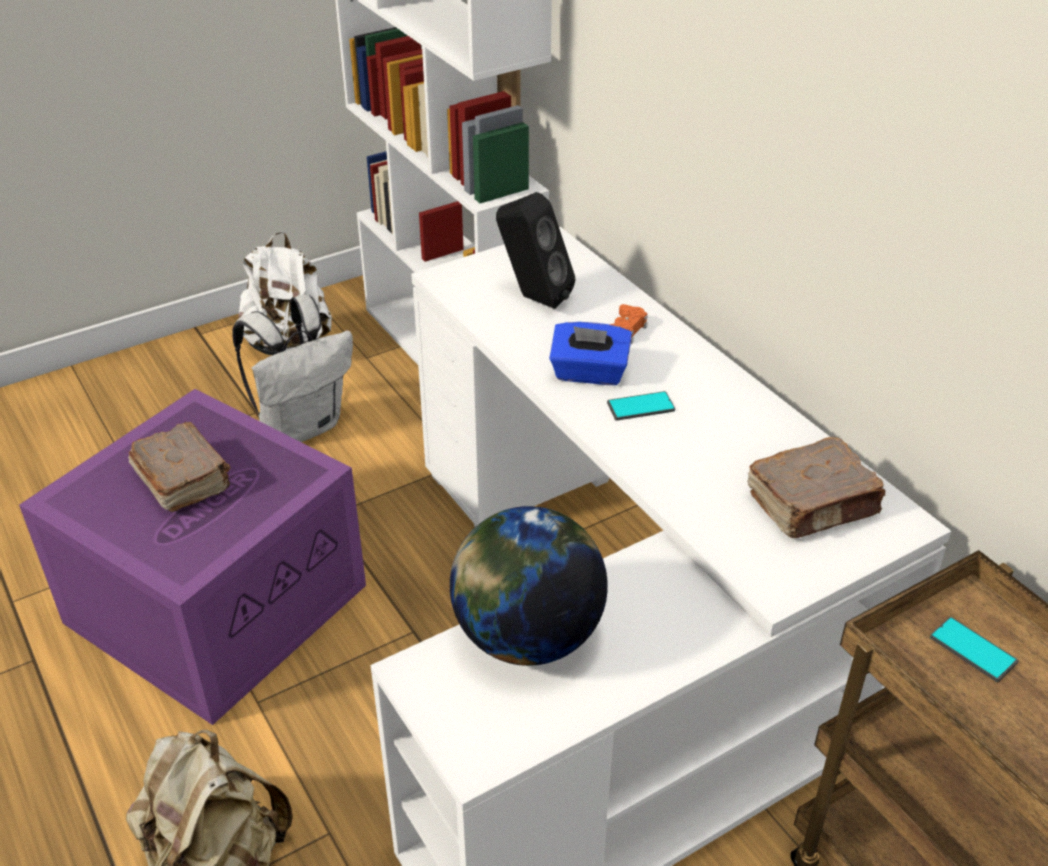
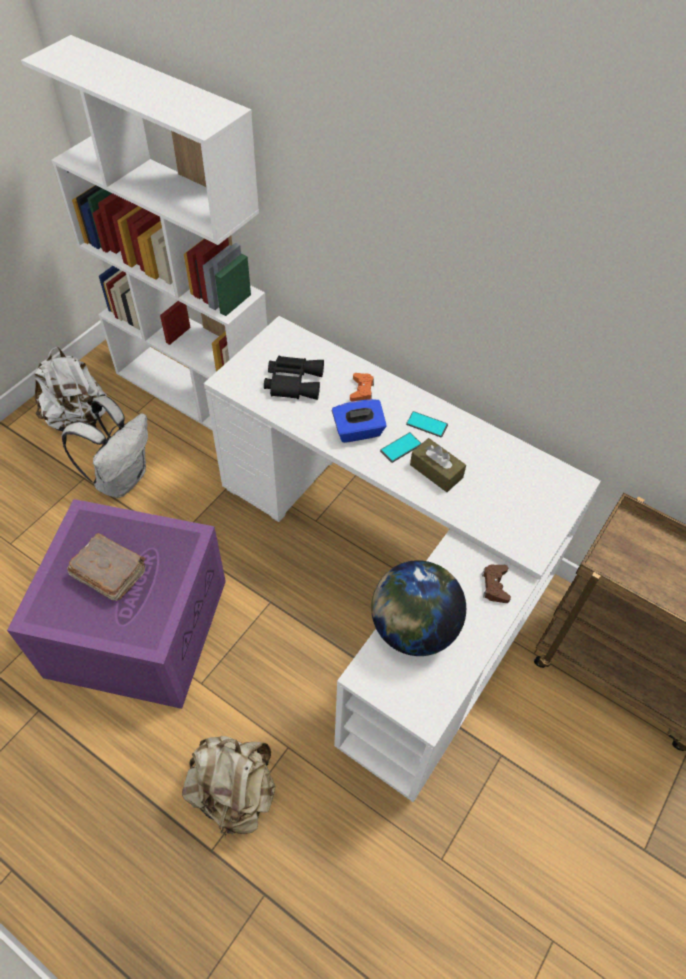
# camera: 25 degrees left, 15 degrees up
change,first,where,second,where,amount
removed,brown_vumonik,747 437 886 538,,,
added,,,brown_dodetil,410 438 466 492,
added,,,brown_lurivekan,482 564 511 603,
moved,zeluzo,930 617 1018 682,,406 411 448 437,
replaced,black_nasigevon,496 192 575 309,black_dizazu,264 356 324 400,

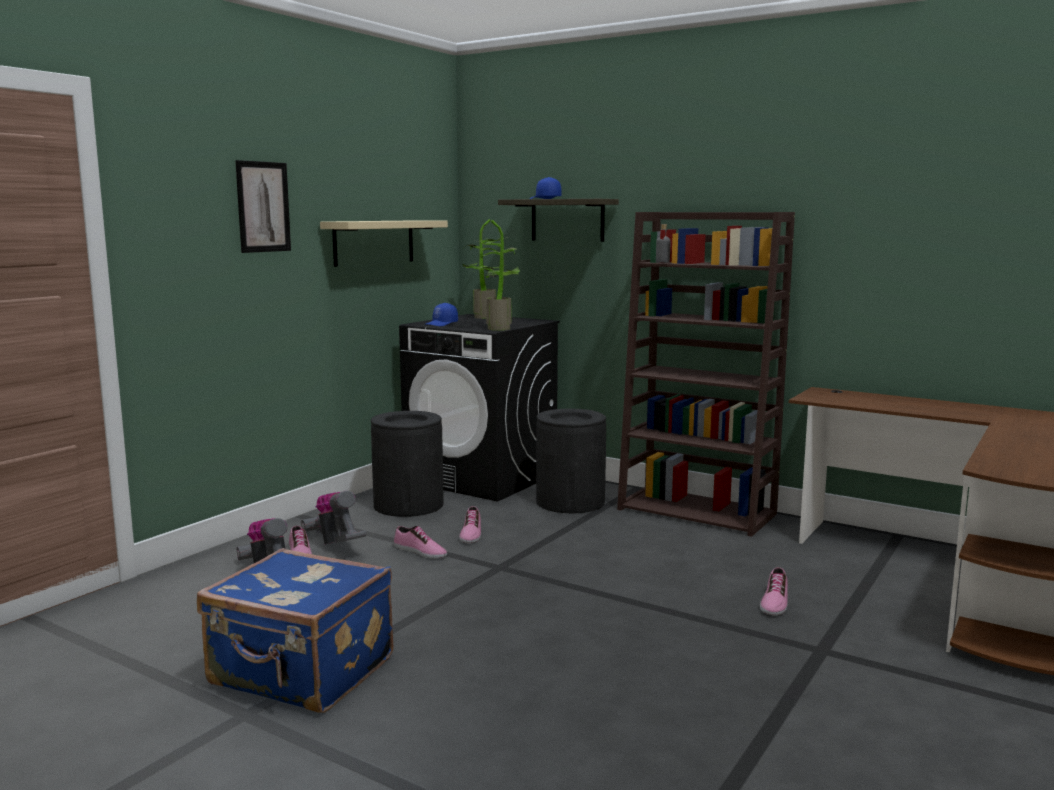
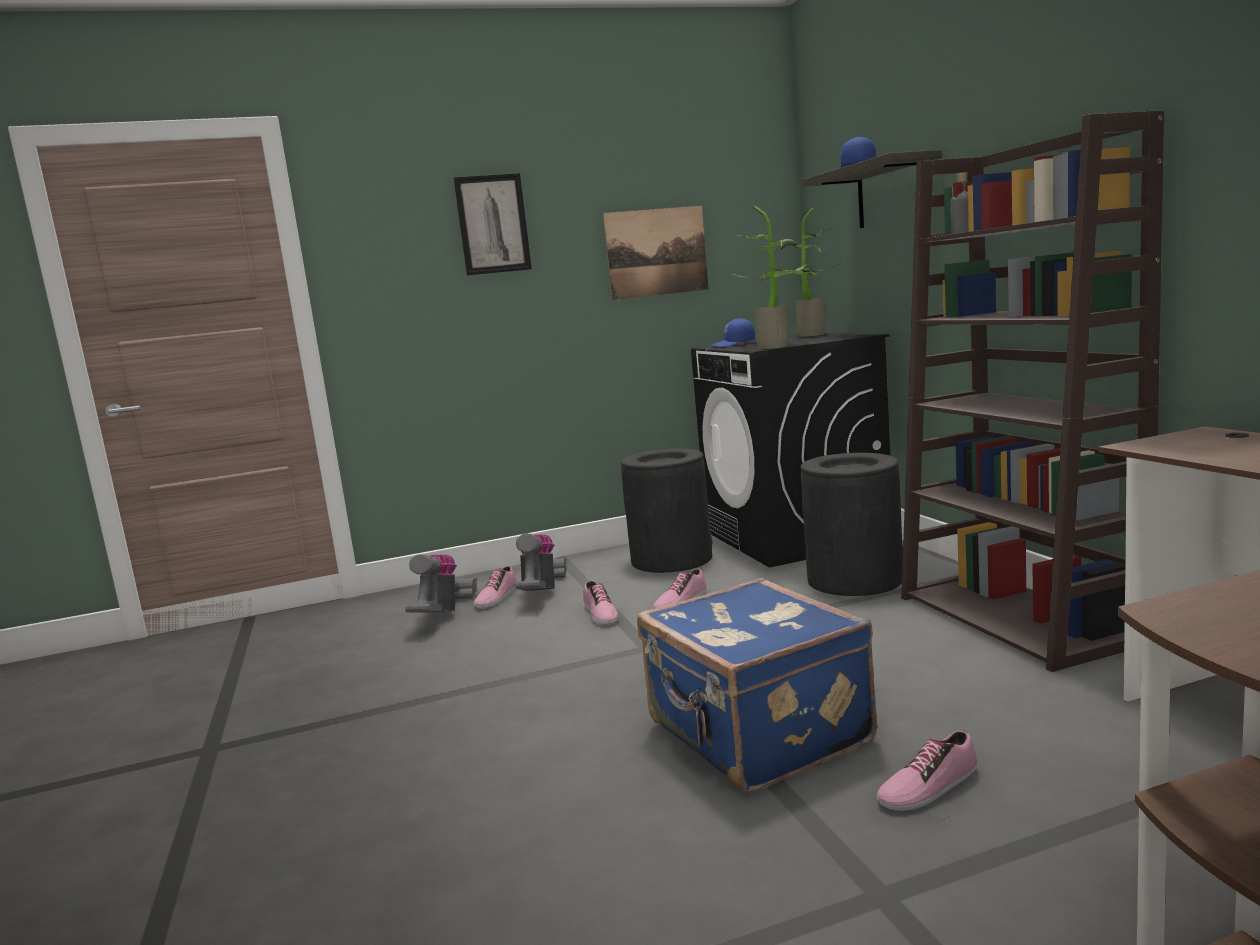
# camera: 40 degrees right, 0 degrees up
change,first,where,second,where,amount
moved,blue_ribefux,197 548 393 713,,637 578 877 792,
replaced,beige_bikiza,320 220 448 267,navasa,603 206 709 300,

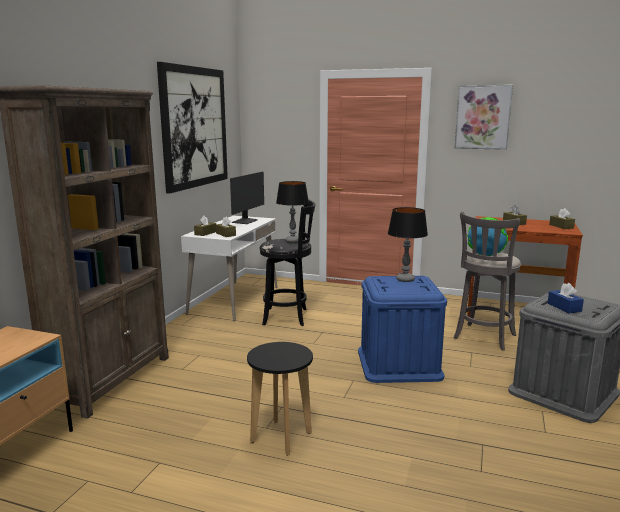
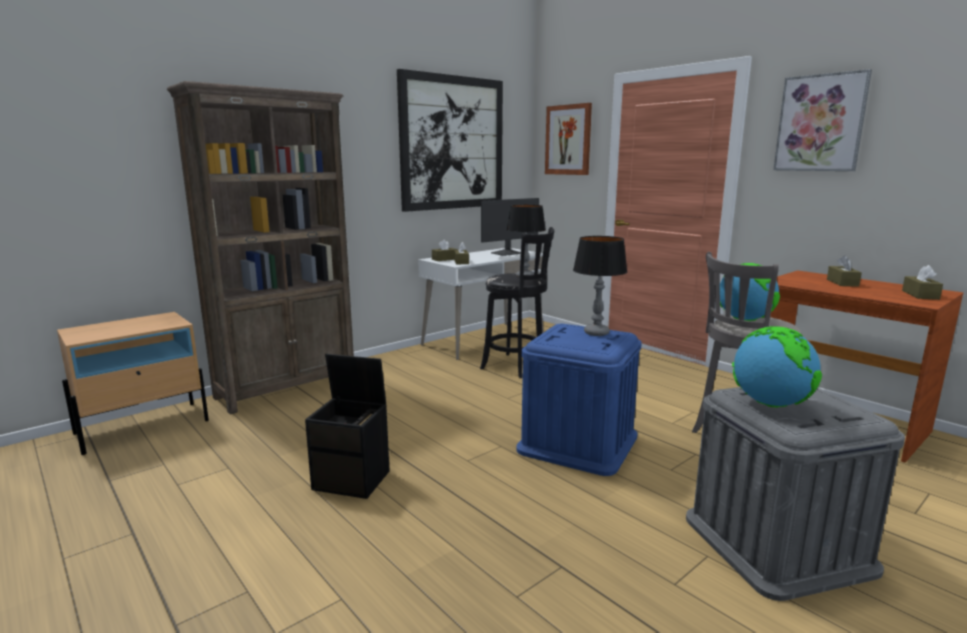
# camera: 30 degrees right, 0 degrees up
change,first,where,second,where,amount
added,,,navasa,545 103 592 175,
replaced,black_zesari,247 342 313 456,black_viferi,305 354 390 499,
replaced,blue_dodetil,548 283 584 313,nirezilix,732 326 822 408,

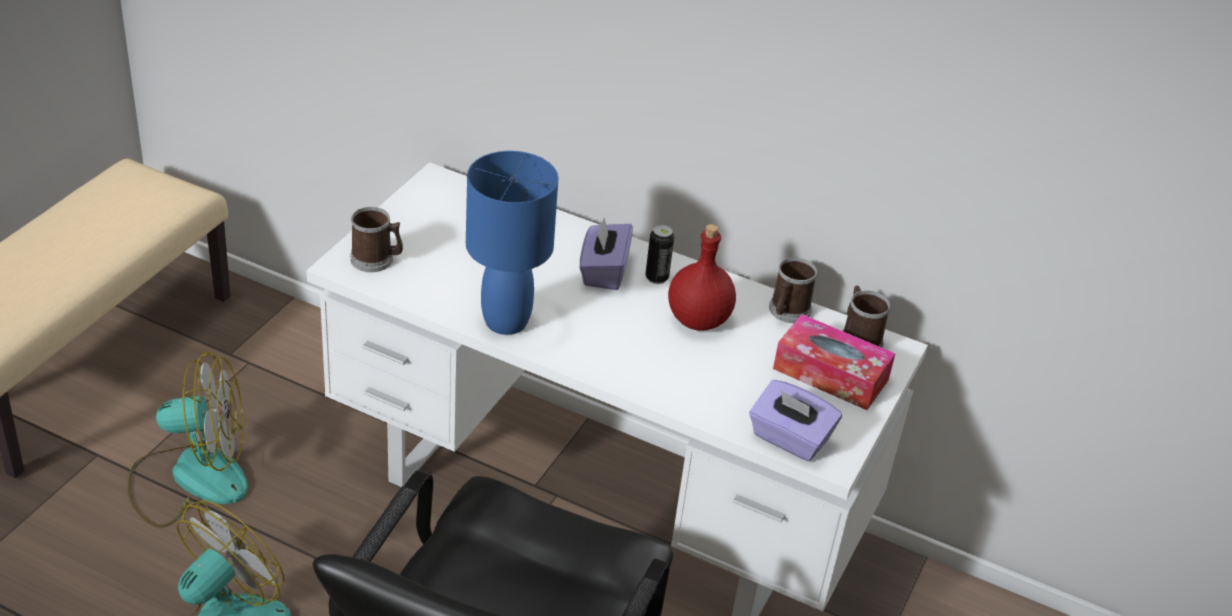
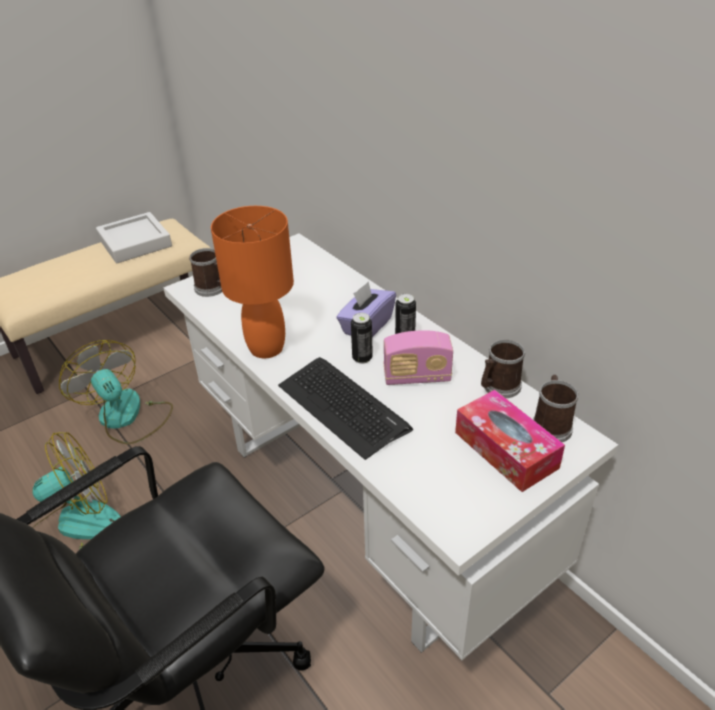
# camera: 30 degrees right, 0 degrees up
change,first,where,second,where,amount
removed,purple_dodetil,749 380 842 461,,,
added,,,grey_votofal,96 212 172 263,
added,,,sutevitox,278 357 413 460,
added,,,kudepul,351 313 373 364,
replaced,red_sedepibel,668 224 736 331,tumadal,383 330 453 385,
recoloured,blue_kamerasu,466 151 559 335,orange_kamerasu,211 206 294 358,
turned,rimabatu,128 352 248 528,,59 340 173 444,150 degrees counterclockwise

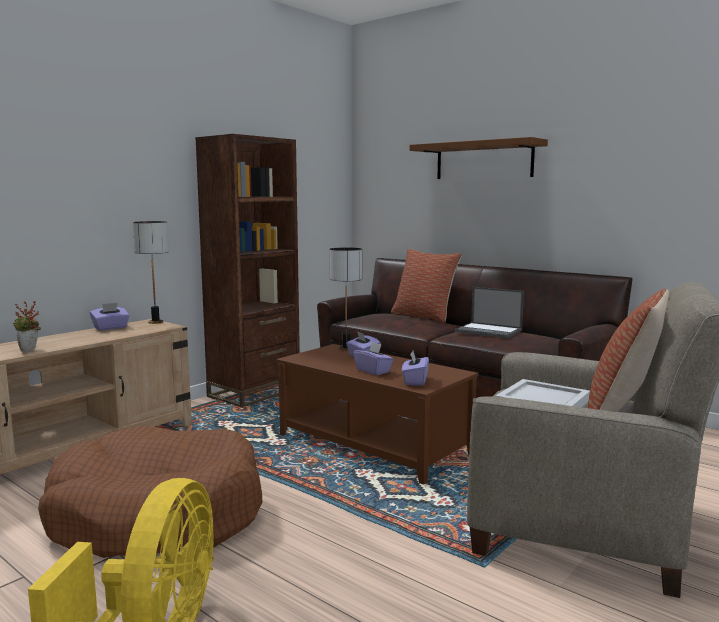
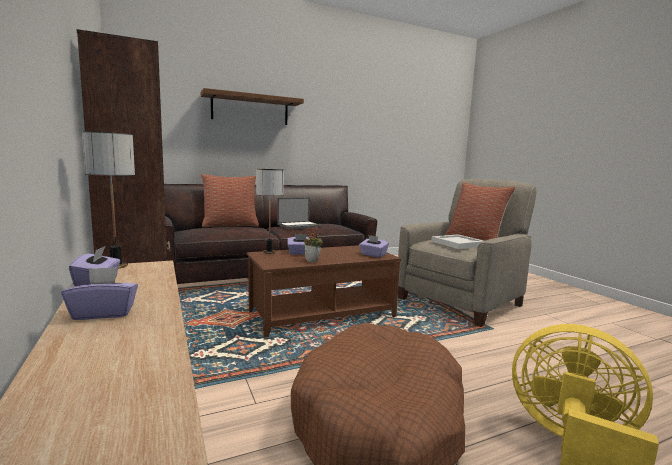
# camera: 65 degrees left, 0 degrees up
change,first,where,second,where,amount
moved,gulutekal,13 301 41 352,,304 224 323 263,
moved,purple_dodetil,353 342 394 375,,61 267 138 320,

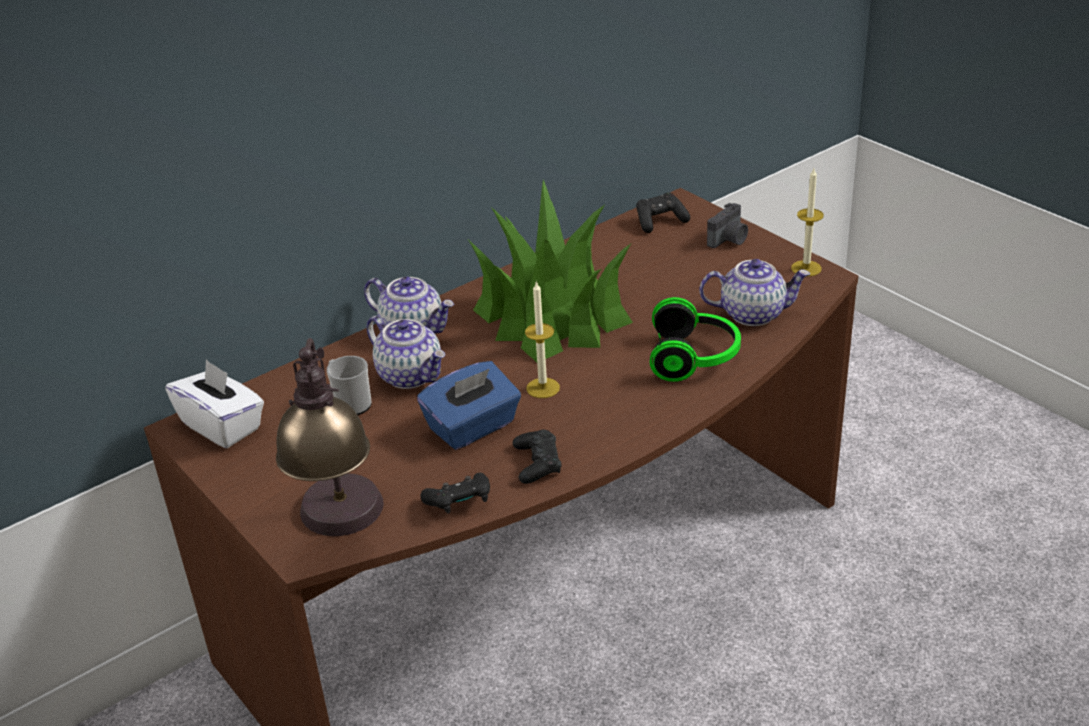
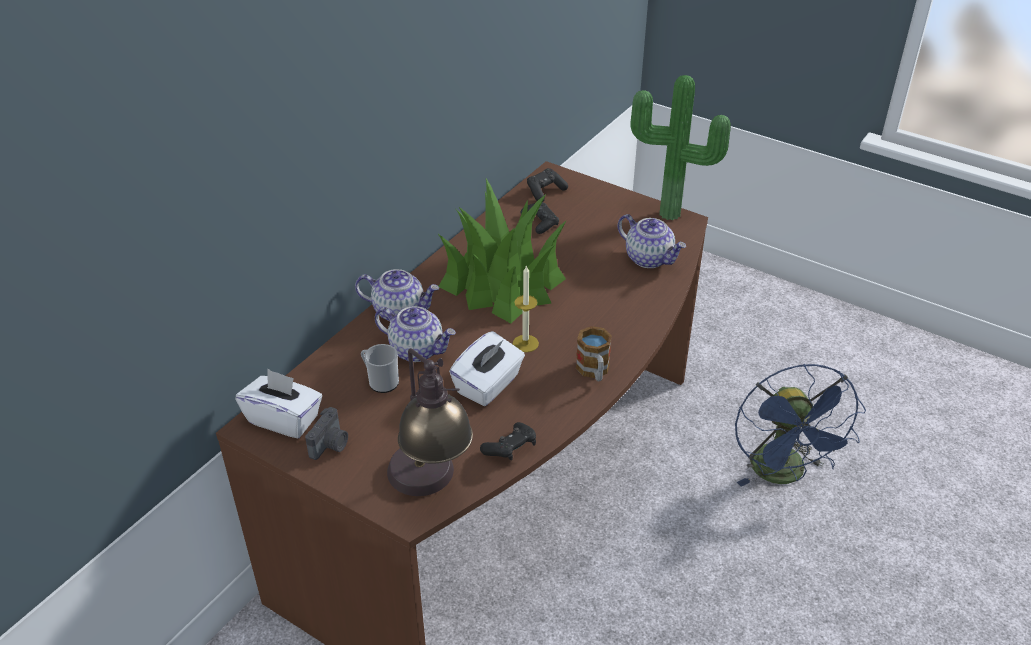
# camera: 20 degrees left, 5 degrees up
change,first,where,second,where,amount
removed,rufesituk,650 297 741 382,,,
added,,,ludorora,576 326 612 381,
added,,,blue_rimabatu,735 364 866 486,
moved,black_lurivekan,513 429 562 484,,520 202 559 234,
moved,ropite,707 203 748 248,,305 407 348 460,
replaced,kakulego,791 168 824 277,gulutekal,630 75 731 220,
recoloured,blue_dodetil,417 361 521 450,white_dodetil,449 331 525 406,
turned,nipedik,699 259 810 326,,618 214 686 268,60 degrees clockwise

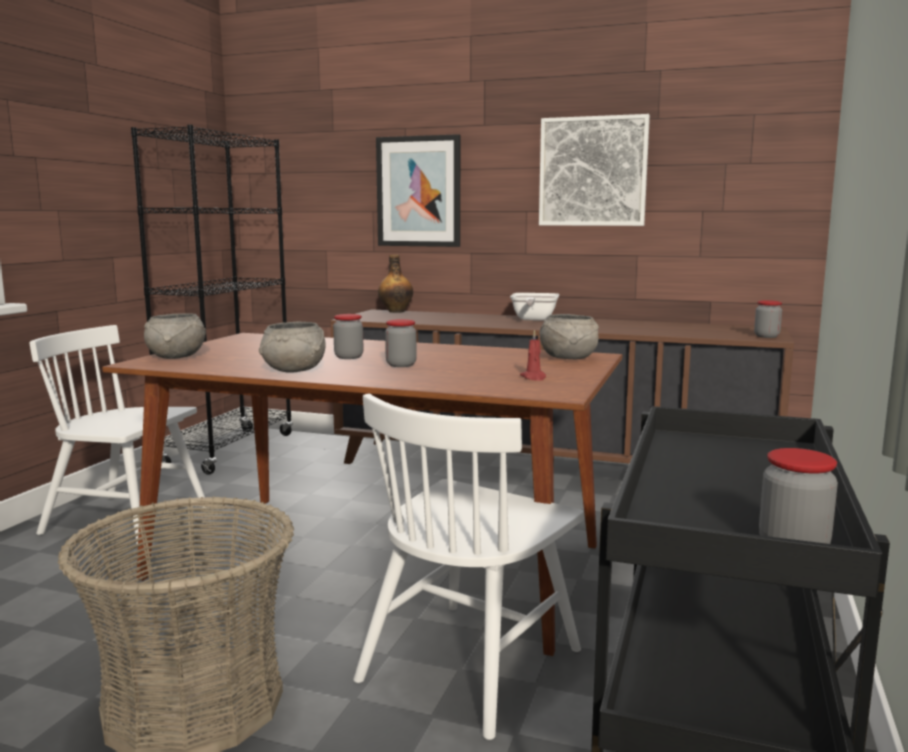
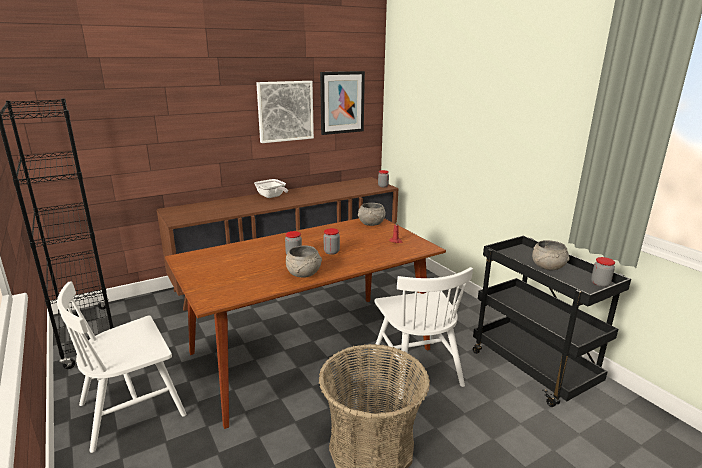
# camera: 50 degrees left, 10 degrees up
change,first,where,second,where,amount
removed,sedepibel,378 255 413 313,,,
moved,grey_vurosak,144 313 206 359,,532 240 570 270,
moved,navasa,376 134 460 247,,320 71 365 135,

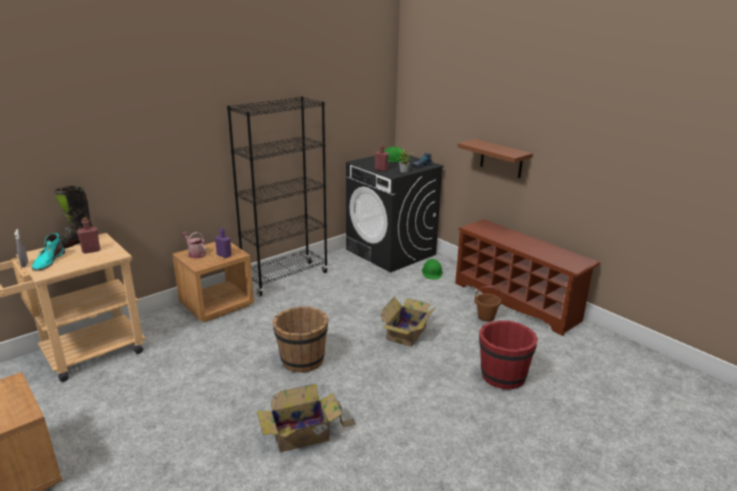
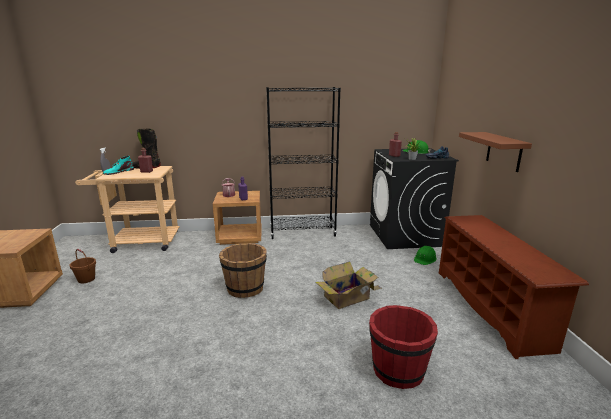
# camera: 35 degrees right, 5 degrees down
change,first,where,second,where,amount
removed,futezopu,257 384 356 452,,,
moved,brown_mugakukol,474 286 502 322,,70 249 96 283,

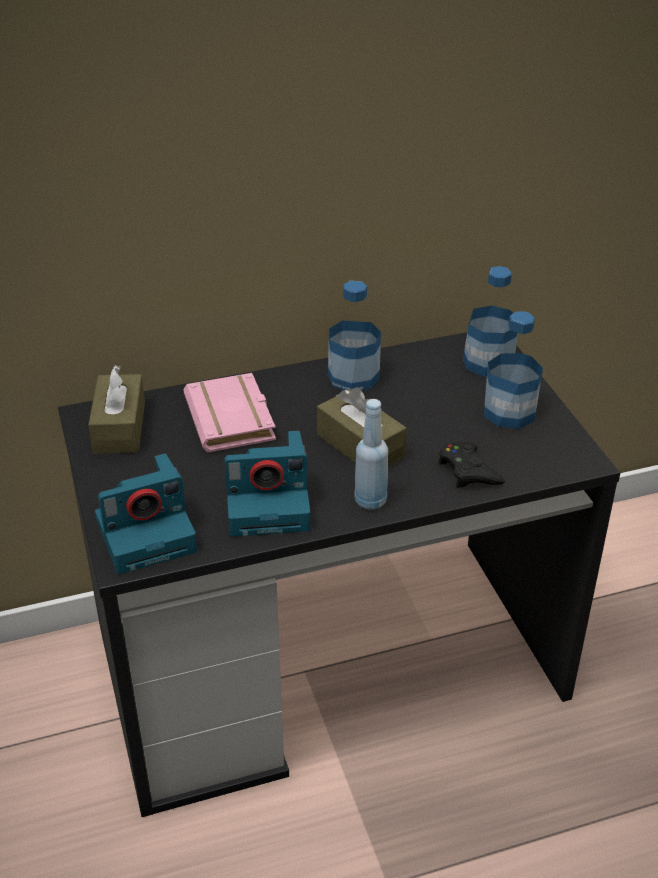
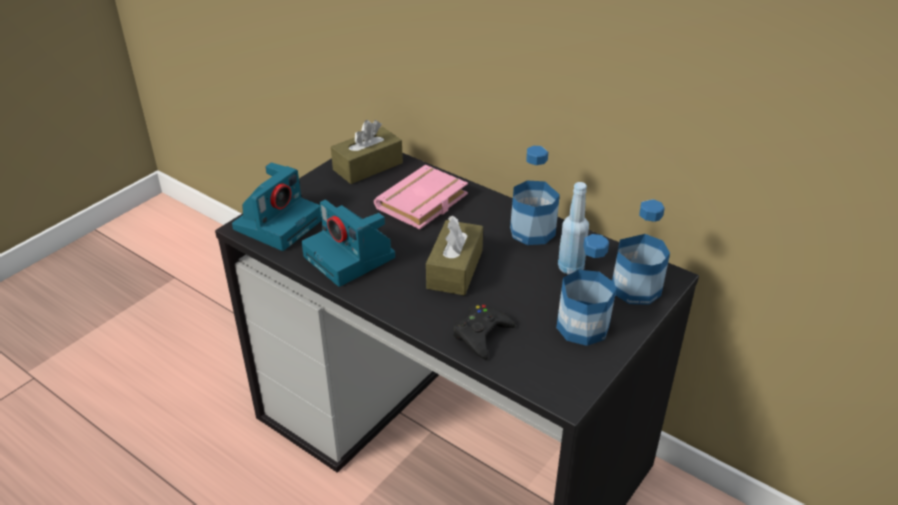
# camera: 55 degrees right, 0 degrees up
change,first,where,second,where,amount
moved,blue_sedepibel,355 399 388 510,,558 182 589 275,
turned,ropite,95 454 197 574,,232 162 322 251,90 degrees counterclockwise

